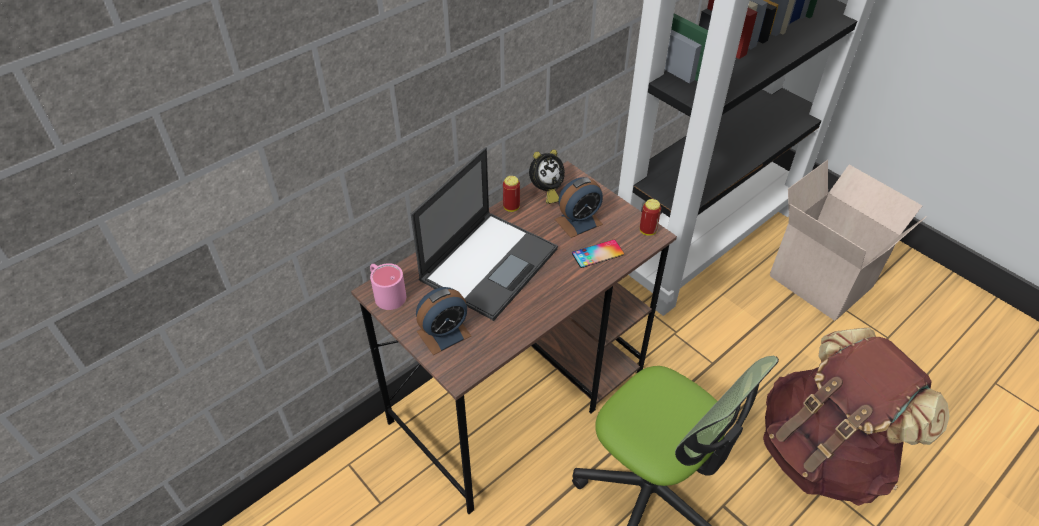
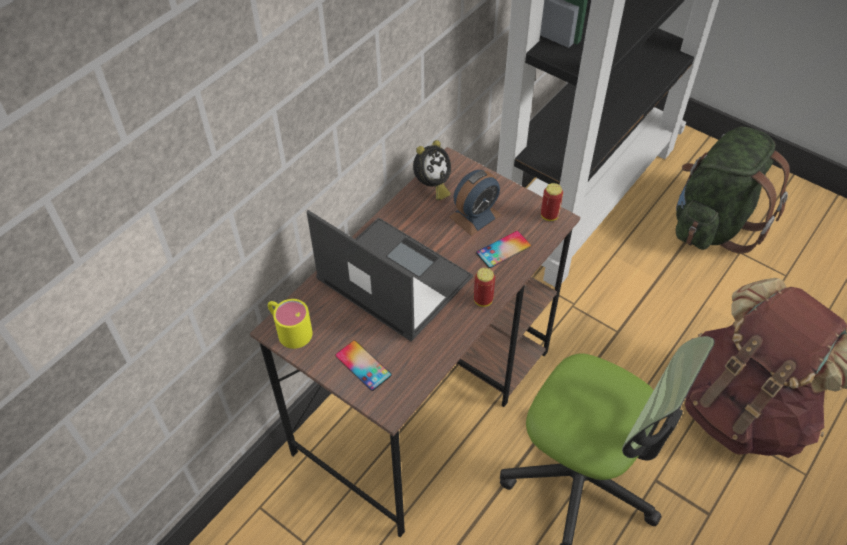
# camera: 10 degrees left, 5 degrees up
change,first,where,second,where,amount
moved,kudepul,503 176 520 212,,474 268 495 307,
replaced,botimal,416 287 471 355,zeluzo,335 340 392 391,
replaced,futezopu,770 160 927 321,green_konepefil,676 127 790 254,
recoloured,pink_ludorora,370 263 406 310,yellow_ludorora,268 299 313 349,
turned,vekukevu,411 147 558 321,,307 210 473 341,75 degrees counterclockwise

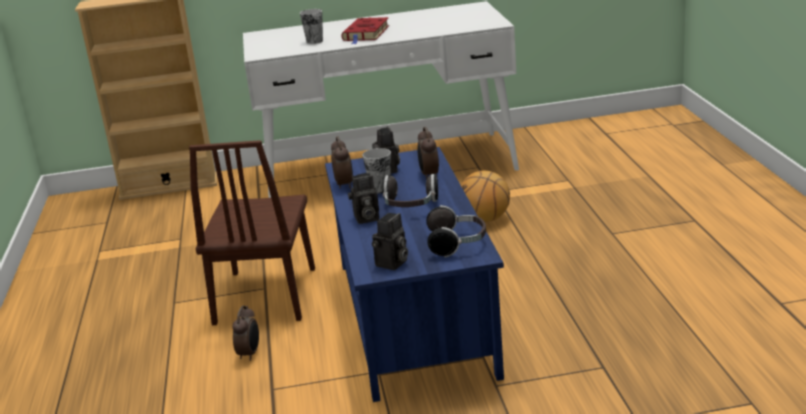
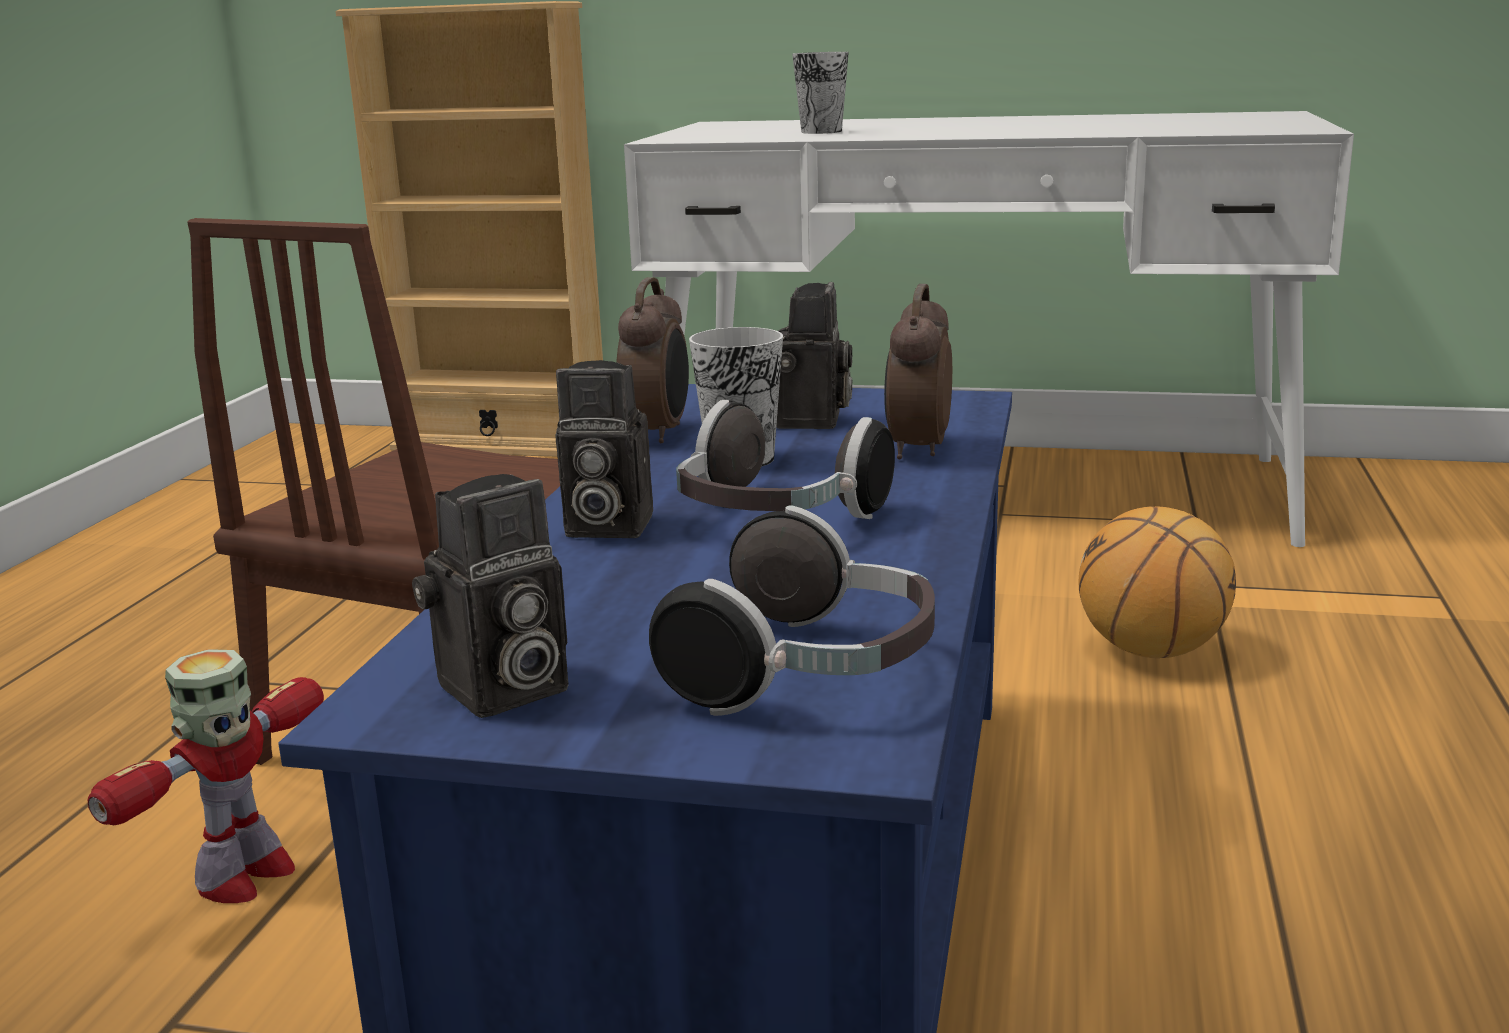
# camera: 20 degrees right, 5 degrees down
change,first,where,second,where,amount
removed,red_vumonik,341 17 389 44,,,
replaced,botimal,232 306 259 361,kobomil,88 649 324 903,

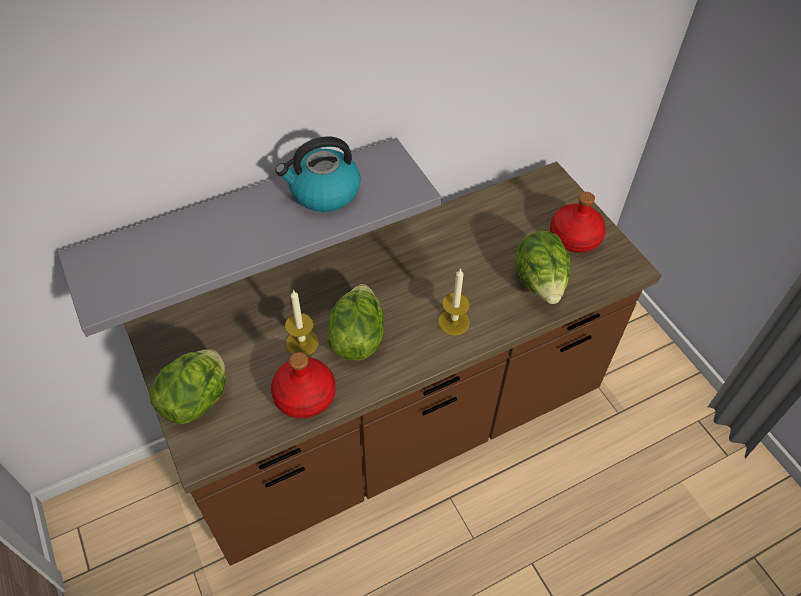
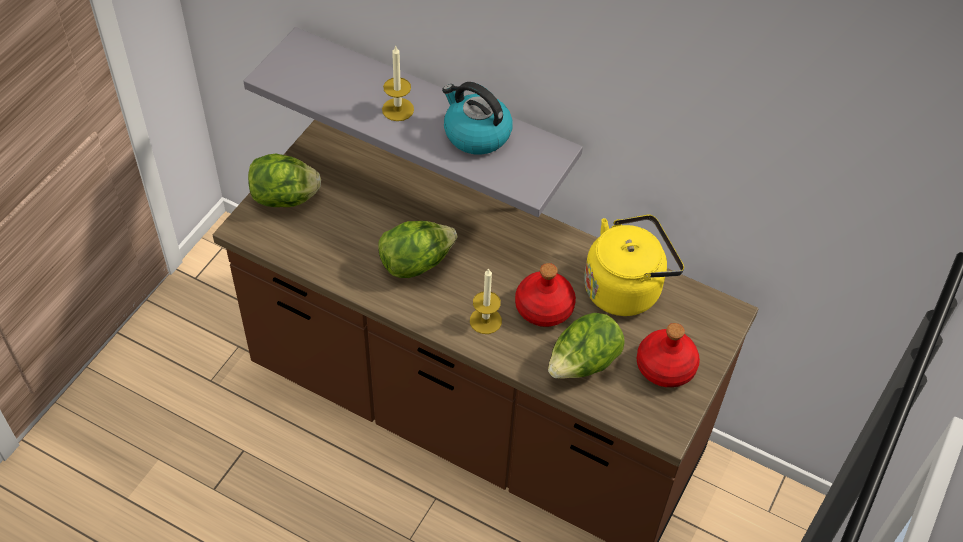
# camera: 55 degrees right, 0 degrees up
change,first,where,second,where,amount
added,,,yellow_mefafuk,584 214 684 316,
moved,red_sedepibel,271 352 336 418,,515 263 576 327,
moved,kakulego,285 290 319 355,,382 46 414 121,

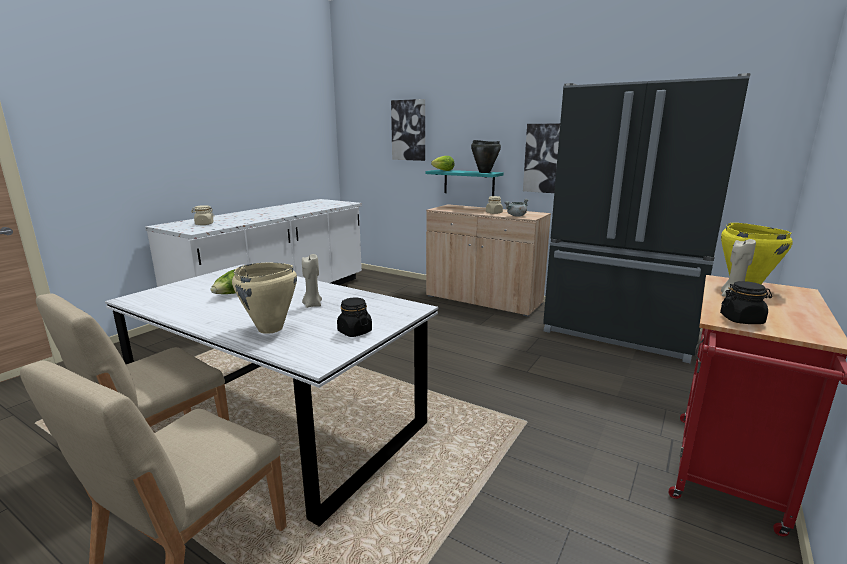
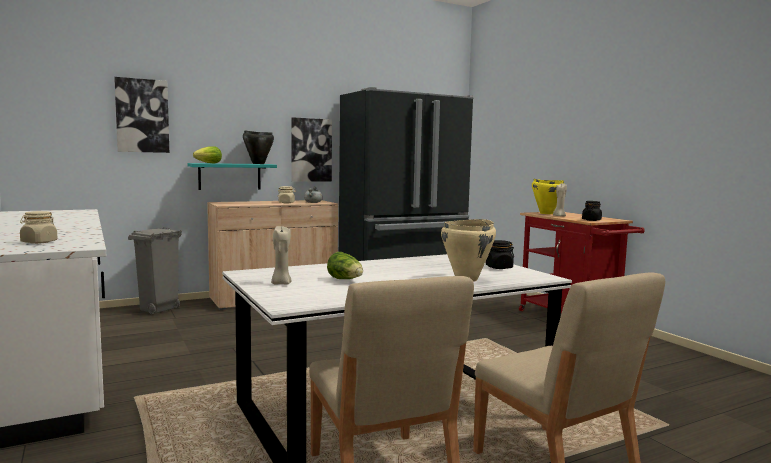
# camera: 60 degrees left, 10 degrees down
change,first,where,second,where,amount
added,,,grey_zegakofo,128 227 182 314,
moved,beige_kakulego,302 254 322 308,,271 226 292 285,

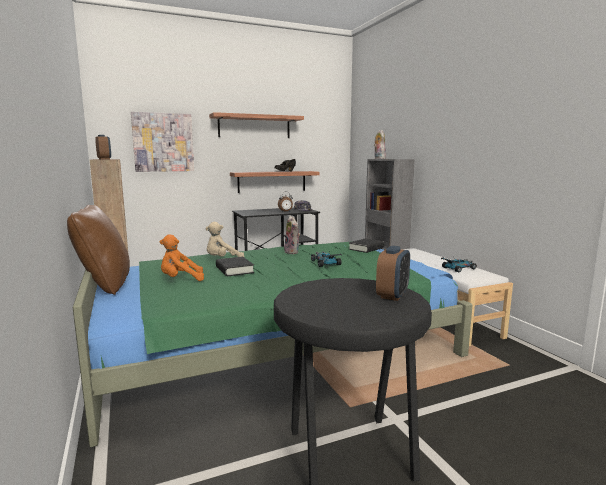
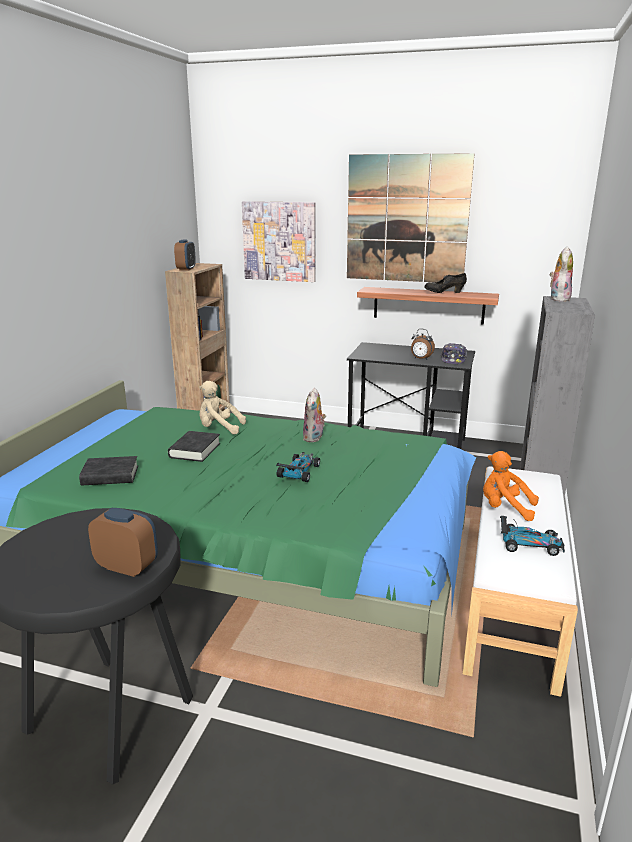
# camera: 40 degrees right, 10 degrees up
change,first,where,second,where,amount
removed,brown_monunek,67 205 130 295,,,
moved,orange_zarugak,160 234 204 281,,483 451 539 521,
moved,black_vumonik,349 238 384 253,,79 456 138 486,
replaced,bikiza,209 112 304 138,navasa,347 153 474 282,
turned,botimal,376 246 410 301,,88 508 158 577,135 degrees counterclockwise

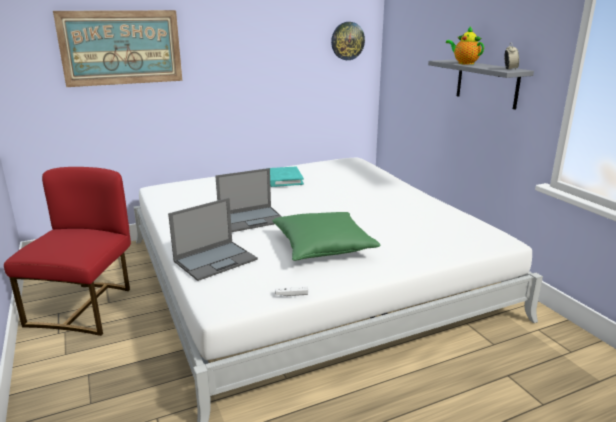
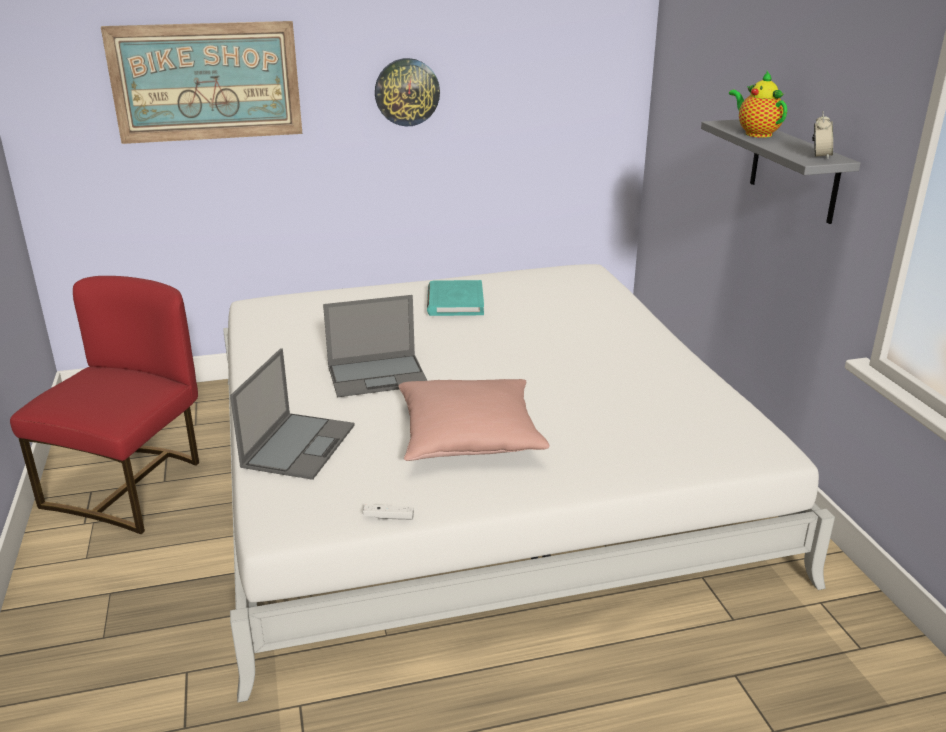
# camera: 10 degrees right, 5 degrees up
change,first,where,second,where,amount
moved,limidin,331 22 365 60,,375 58 440 126,
recoloured,green_monunek,272 212 380 261,pink_monunek,398 379 550 461,
turned,vekukevu,168 198 258 281,,230 348 355 480,45 degrees counterclockwise

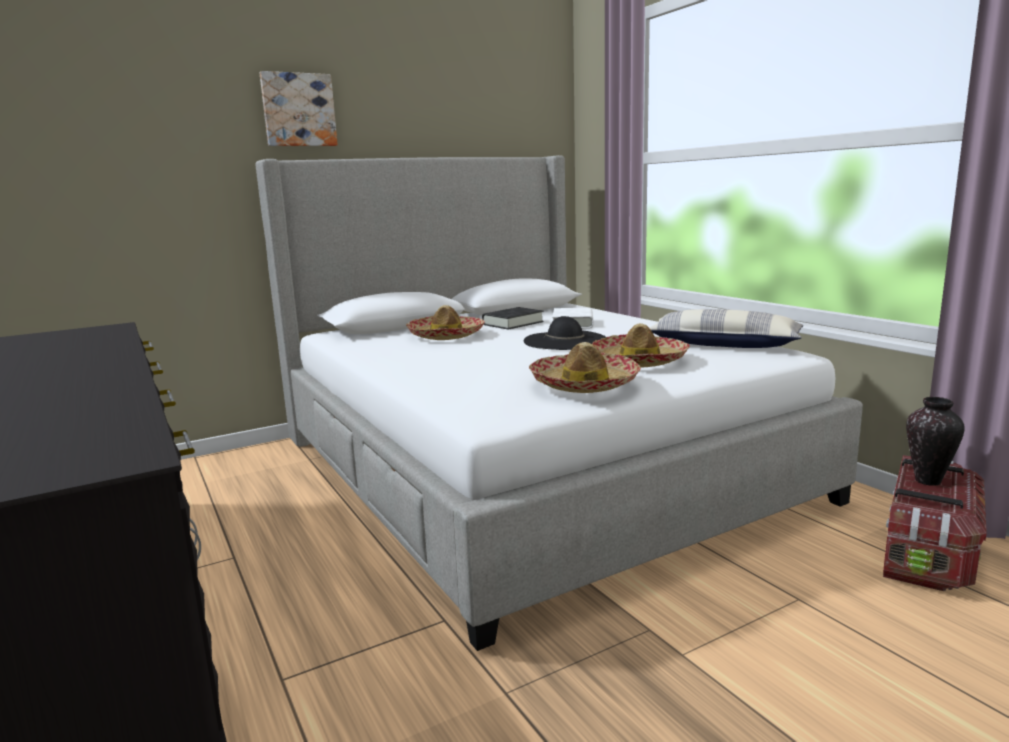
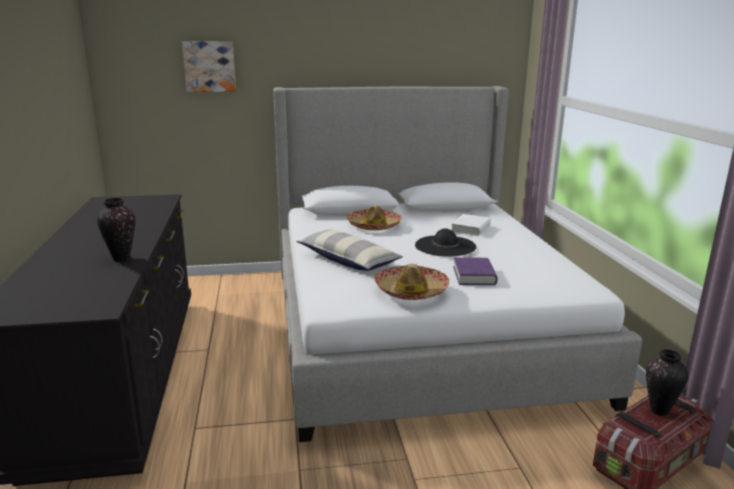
# camera: 20 degrees right, 5 degrees up
change,first,where,second,where,amount
removed,black_vumonik,482 307 544 330,,,
added,,,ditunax,97 198 135 262,
moved,navasa,260 71 338 146,,182 41 236 92,
moved,monunek,649 309 803 348,,296 229 403 271,
replaced,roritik,592 323 690 368,purple_vumonik,453 257 498 285,

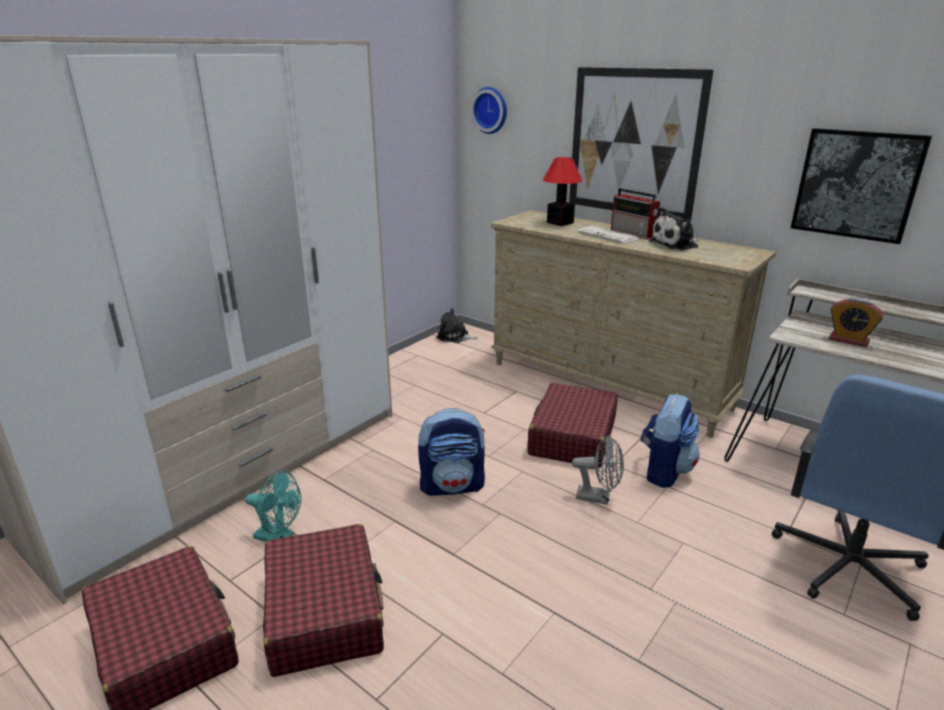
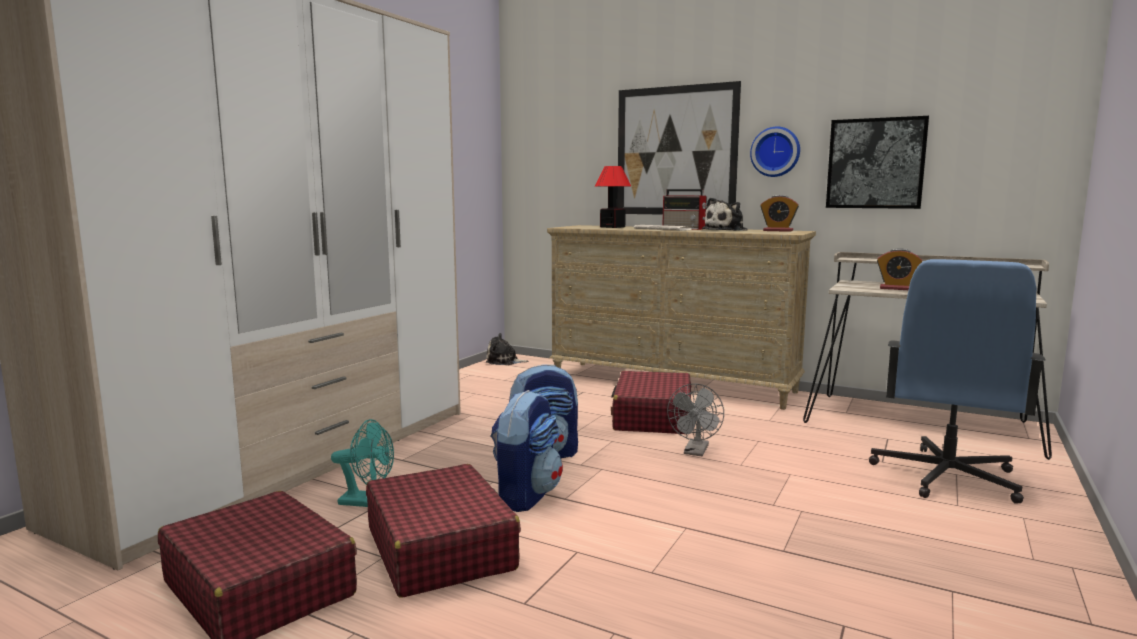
# camera: 10 degrees left, 15 degrees down
change,first,where,second,where,amount
added,,,botimal,760 195 799 232,
moved,limidin,471 87 507 134,,750 126 800 177,
moved,konepefil,641 394 699 488,,491 390 563 512,
turned,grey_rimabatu,572 435 624 505,,667 384 724 456,105 degrees clockwise

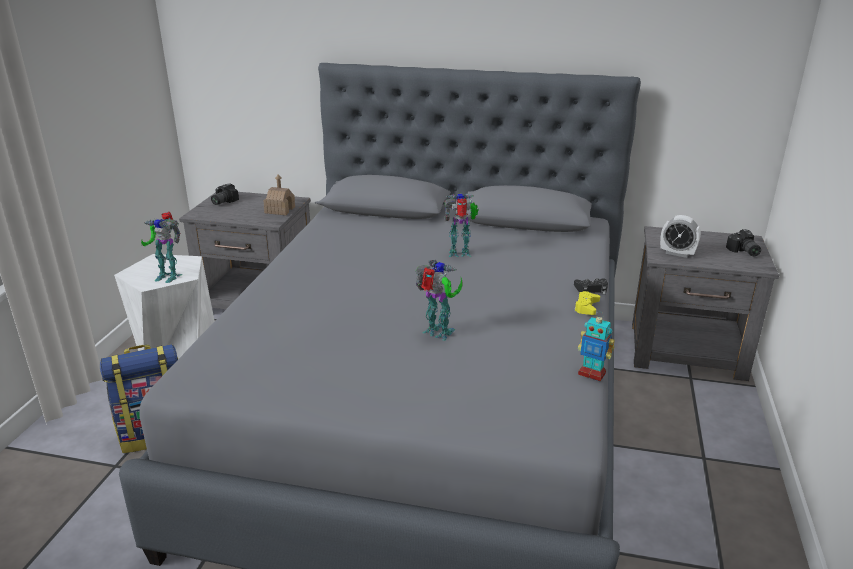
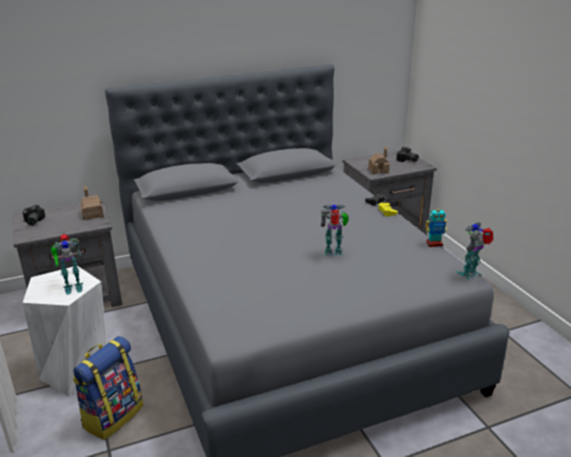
# camera: 35 degrees left, 0 degrees up
change,first,where,second,where,amount
moved,kobomil,444 193 479 257,,456 222 493 280,
replaced,botimal,660 215 701 258,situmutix,368 146 390 174,

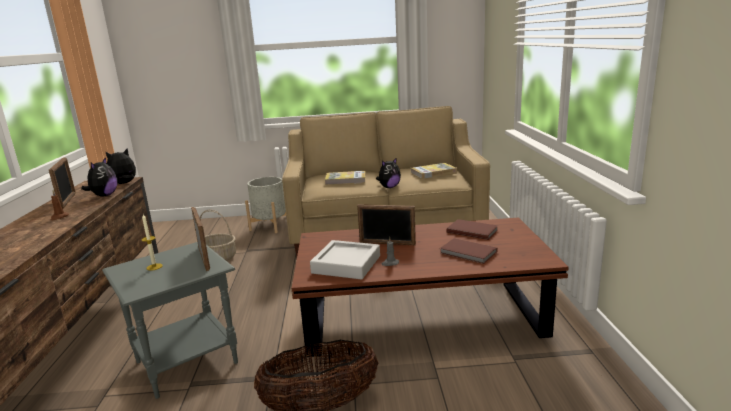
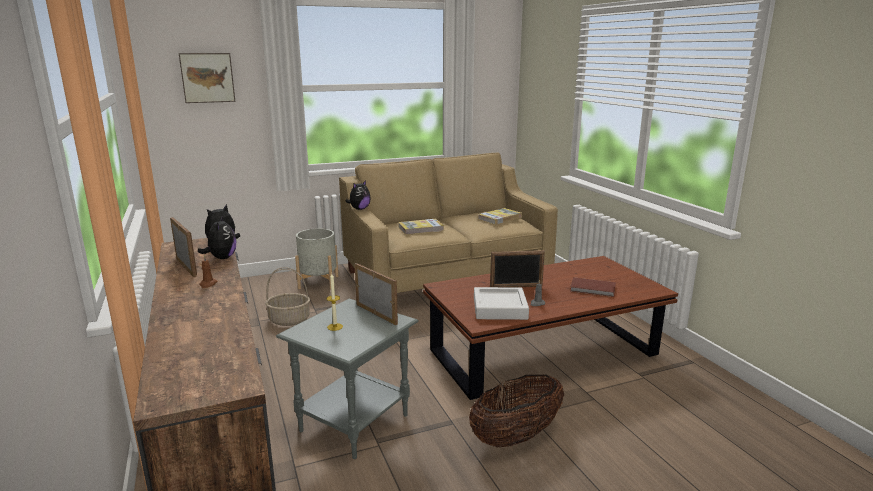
# camera: 20 degrees left, 0 degrees up
change,first,where,second,where,amount
removed,brown_vumonik,446 219 498 240,,,
added,,,navasa,179 53 236 103,
moved,zarugak,376 158 401 188,,345 180 371 210,

